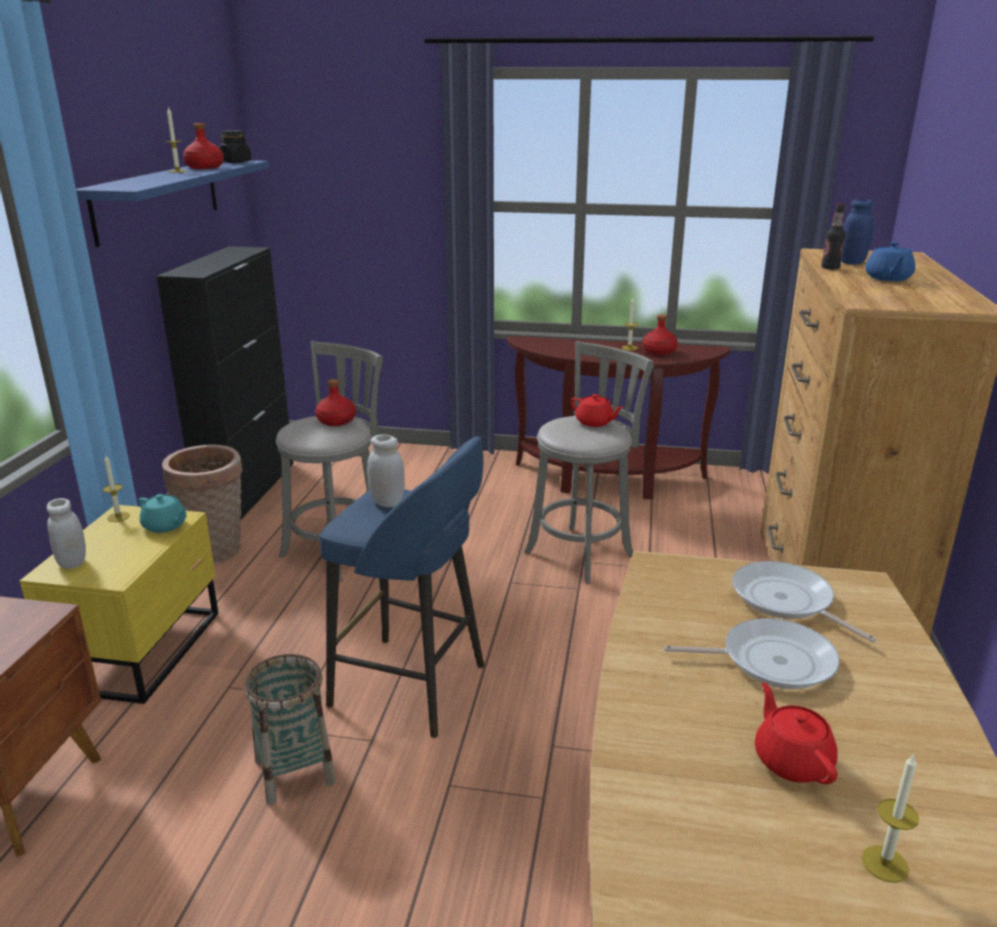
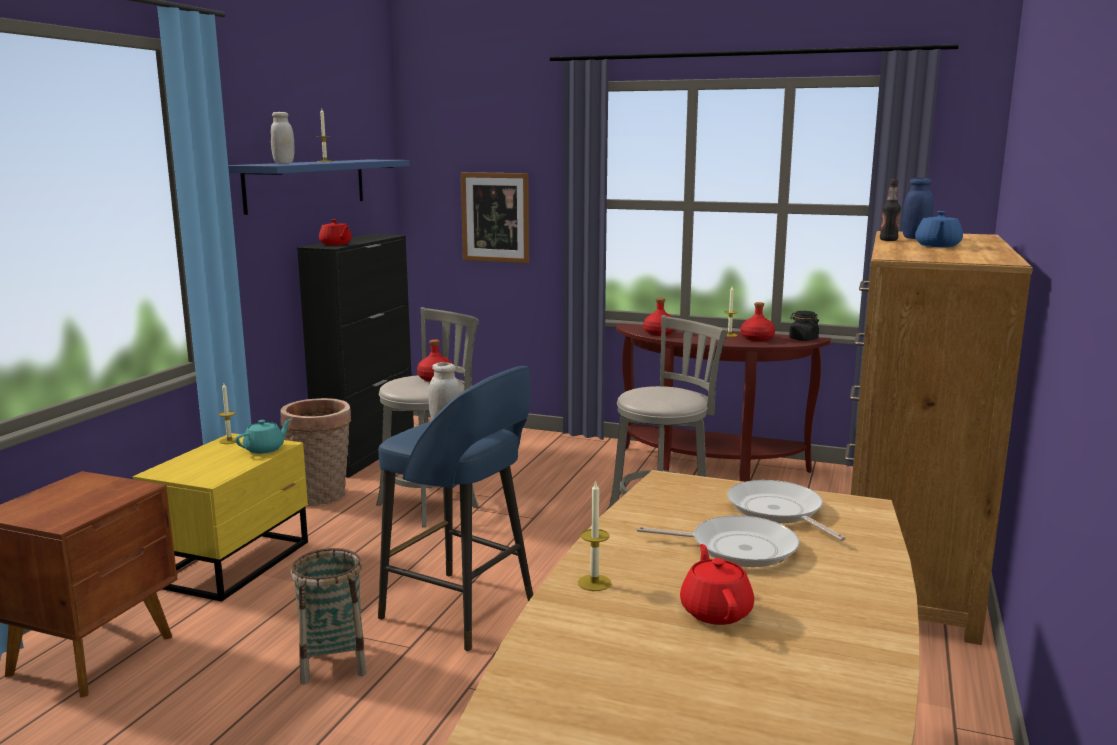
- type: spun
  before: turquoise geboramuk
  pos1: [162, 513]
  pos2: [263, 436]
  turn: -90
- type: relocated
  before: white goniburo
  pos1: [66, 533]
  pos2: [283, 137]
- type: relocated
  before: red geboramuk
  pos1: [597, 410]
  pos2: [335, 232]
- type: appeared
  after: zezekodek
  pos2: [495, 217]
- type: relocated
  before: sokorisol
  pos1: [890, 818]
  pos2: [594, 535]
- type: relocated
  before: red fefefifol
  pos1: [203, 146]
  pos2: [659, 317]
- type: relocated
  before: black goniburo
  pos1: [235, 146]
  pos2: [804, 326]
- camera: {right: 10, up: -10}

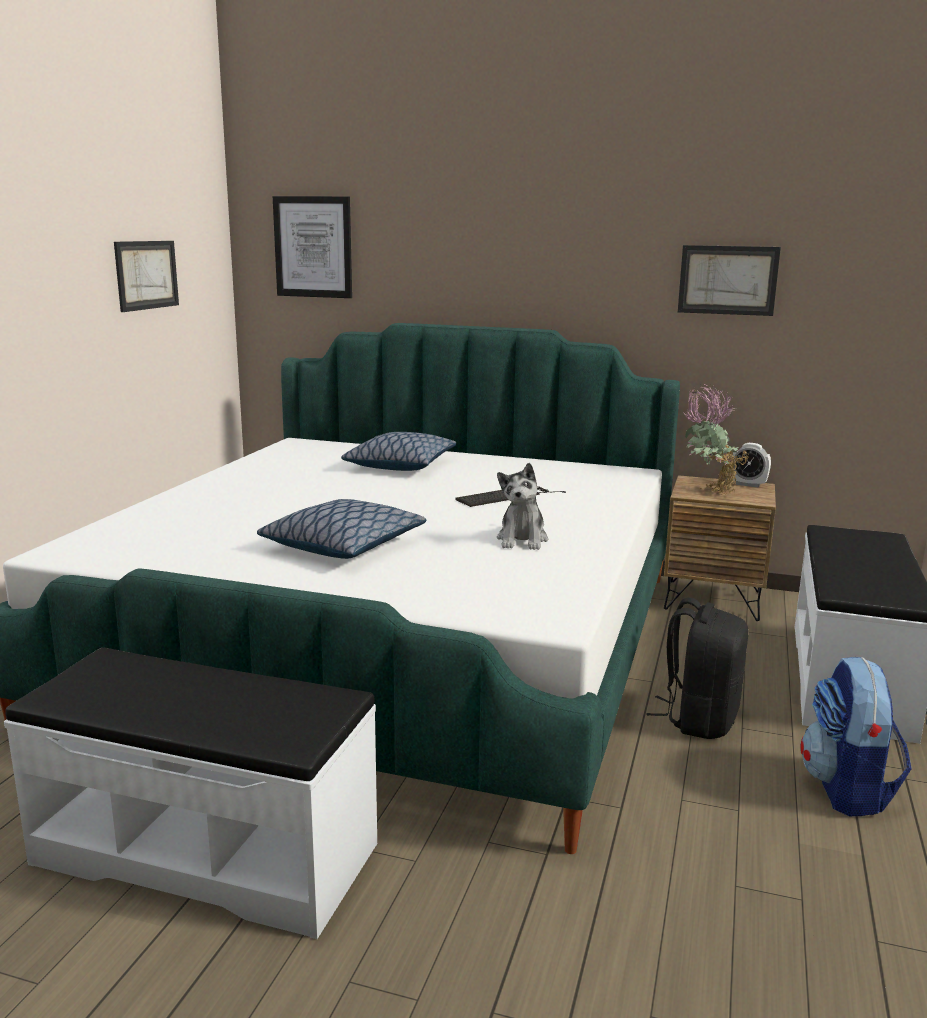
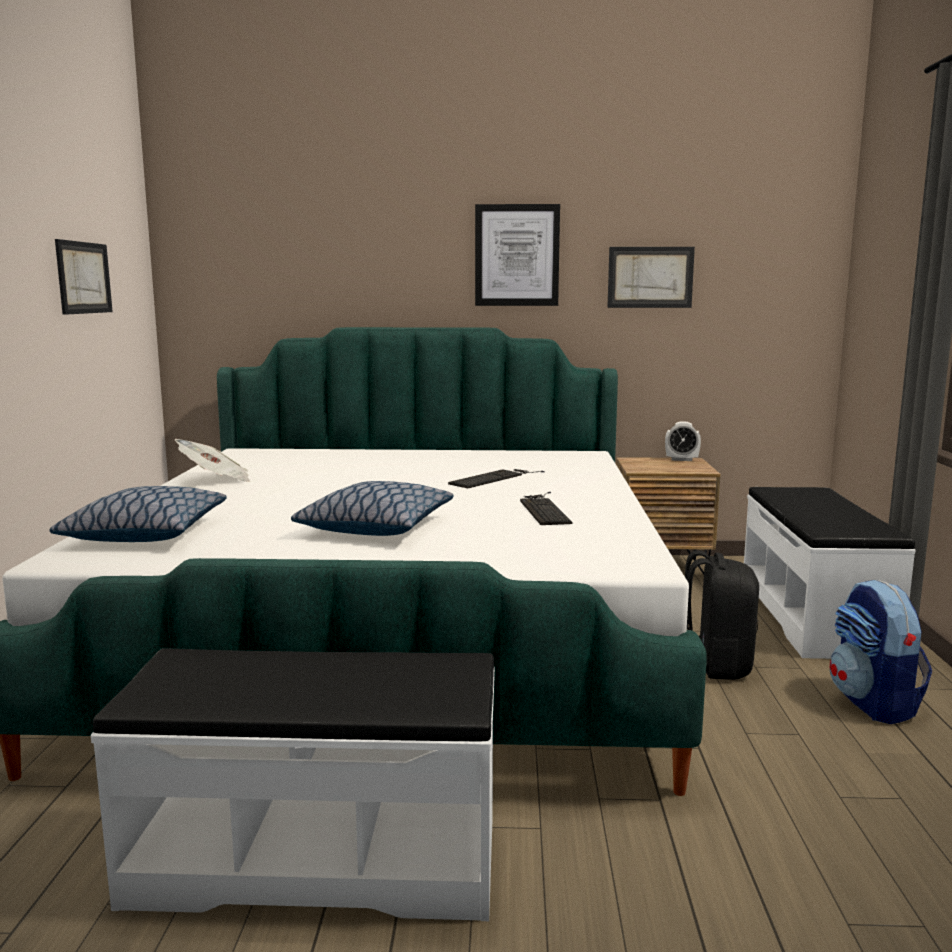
- type: relocated
  before: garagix
  pos1: [398, 451]
  pos2: [138, 514]
- type: appeared
  after: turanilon
  pos2: [212, 460]
- type: relocated
  before: zezekodek
  pos1: [312, 247]
  pos2: [517, 255]
- type: exchanged
  before: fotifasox
  after: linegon
  pos1: [522, 506]
  pos2: [546, 508]
- type: missing
  before: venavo
  pos1: [716, 439]
- camera: {right: -15, up: -5}

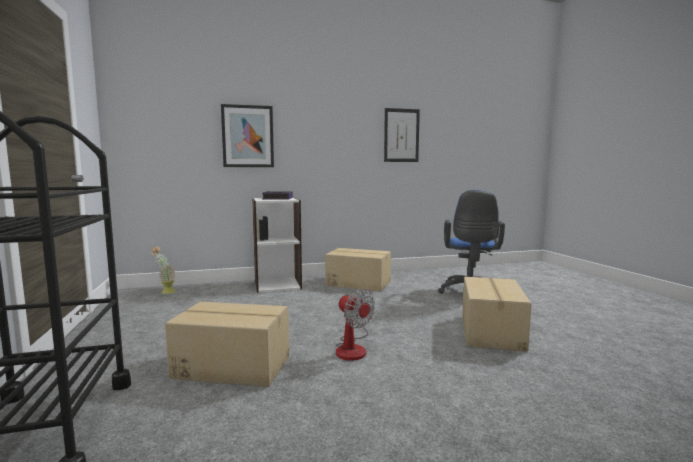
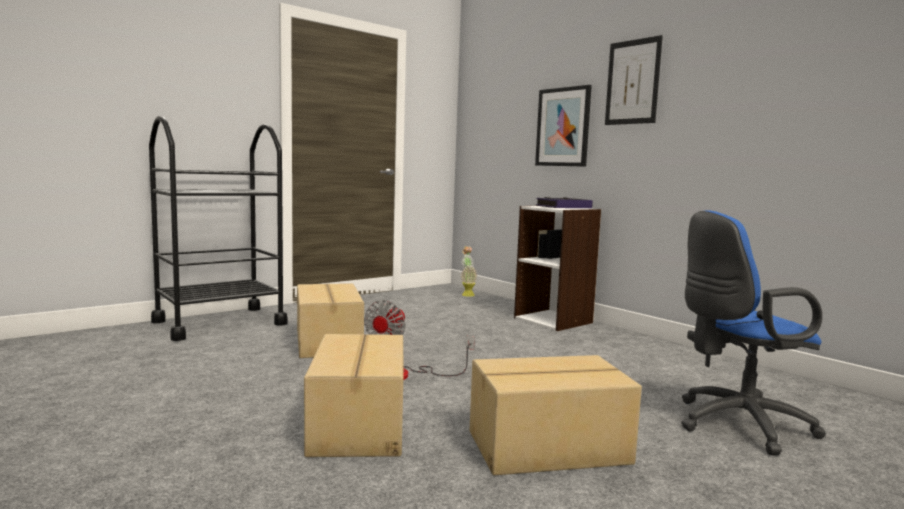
- type: relocated
  before: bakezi
  pos1: [358, 270]
  pos2: [353, 395]
- type: relocated
  before: zezekodek
  pos1: [402, 135]
  pos2: [634, 80]
- camera: {right: 65, up: 0}

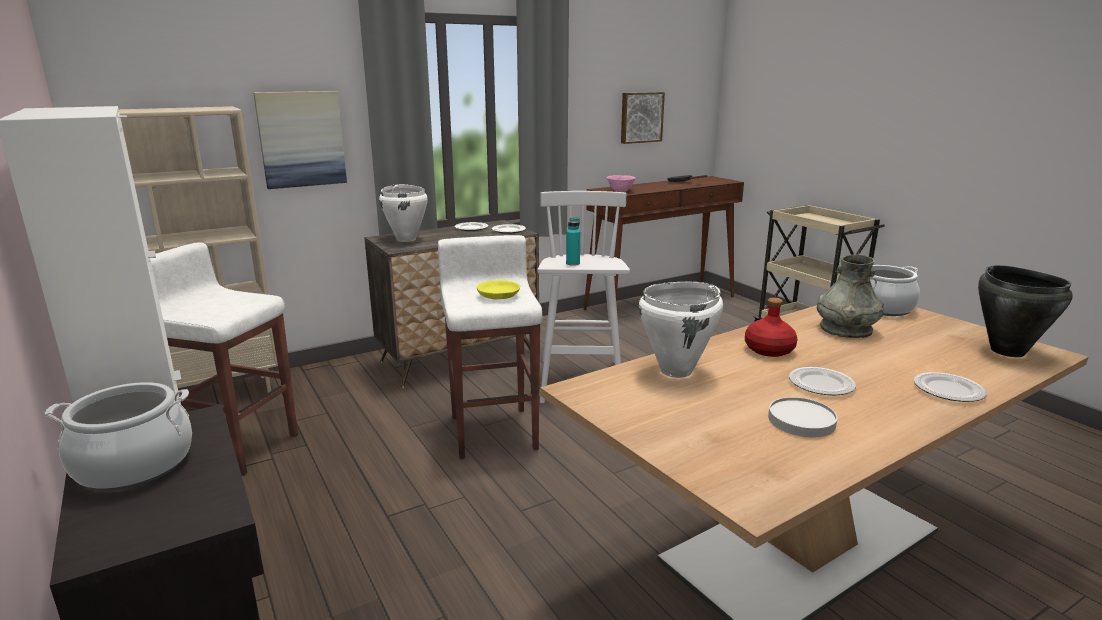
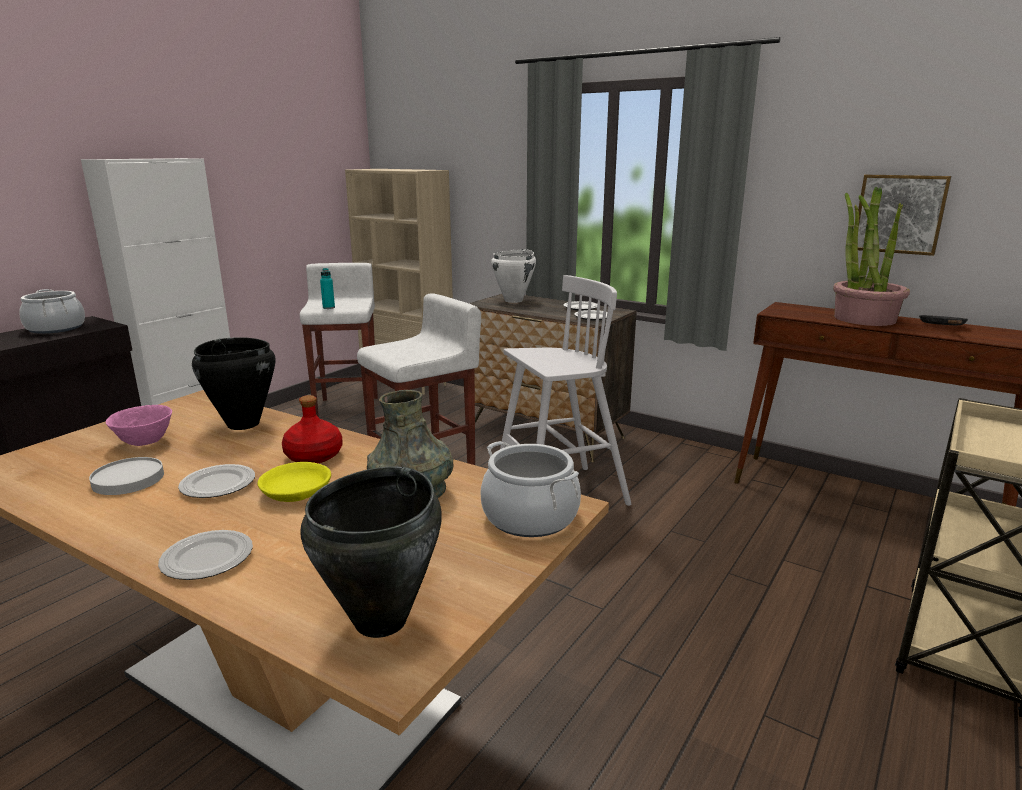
- type: relocated
  before: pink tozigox
  pos1: [621, 183]
  pos2: [139, 425]
- type: colour
  before: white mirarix
  after: black mirarix
  pos1: [681, 330]
  pos2: [234, 383]
- type: relocated
  before: yellow tozigox
  pos1: [498, 289]
  pos2: [294, 482]
- type: relocated
  before: turquoise fefefifol
  pos1: [573, 241]
  pos2: [327, 288]
- type: appeared
  after: venavo
  pos2: [871, 256]
- type: missing
  before: zezekodek
  pos1: [300, 140]
- camera: {right: 65, up: 0}

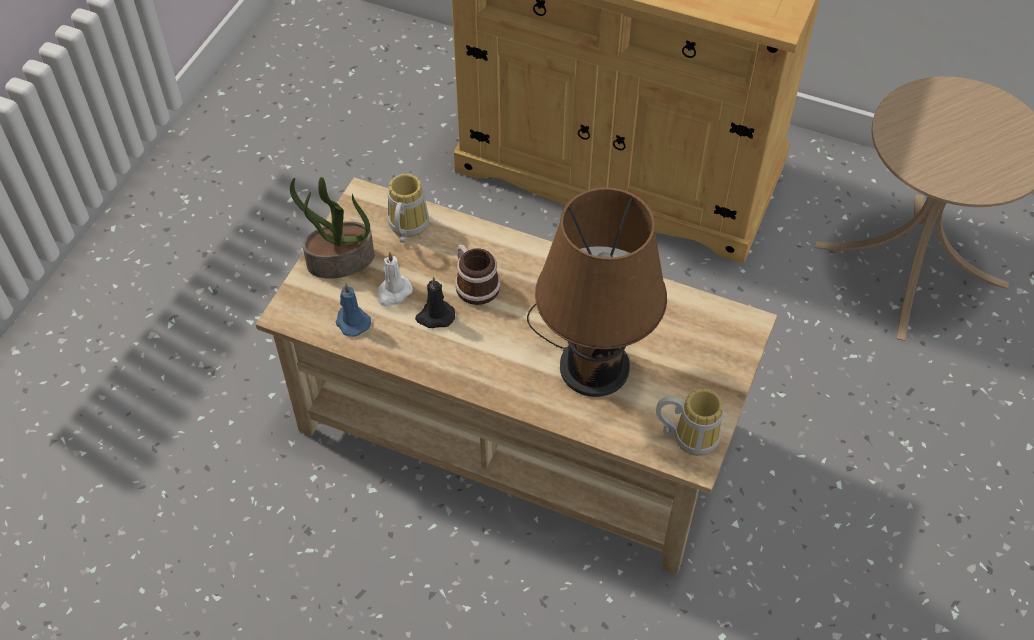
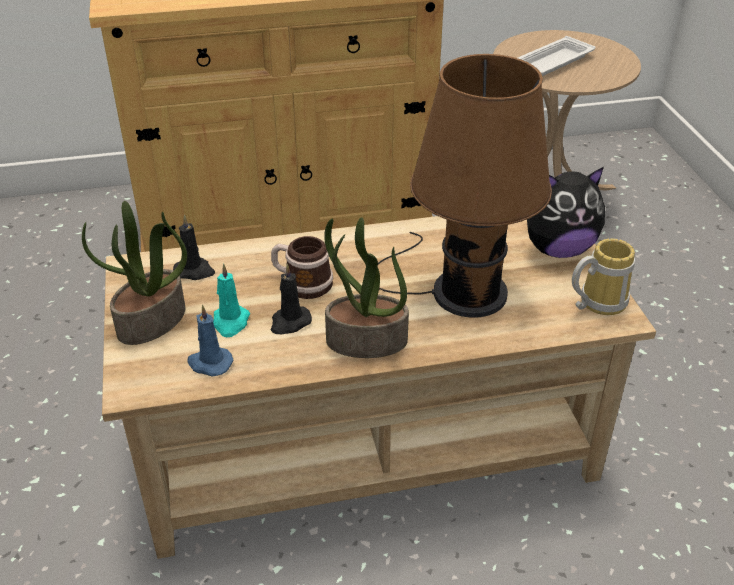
- type: exchanged
  before: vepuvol
  after: black sokorisol
  pos1: [408, 208]
  pos2: [194, 247]
- type: colour
  before: white sokorisol
  after: turquoise sokorisol
  pos1: [395, 278]
  pos2: [231, 300]
- type: appeared
  after: venavo
  pos2: [366, 287]
- type: appeared
  after: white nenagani
  pos2: [556, 56]
- type: appeared
  after: fotifasox
  pos2: [566, 212]
- camera: {right: -35, up: -15}

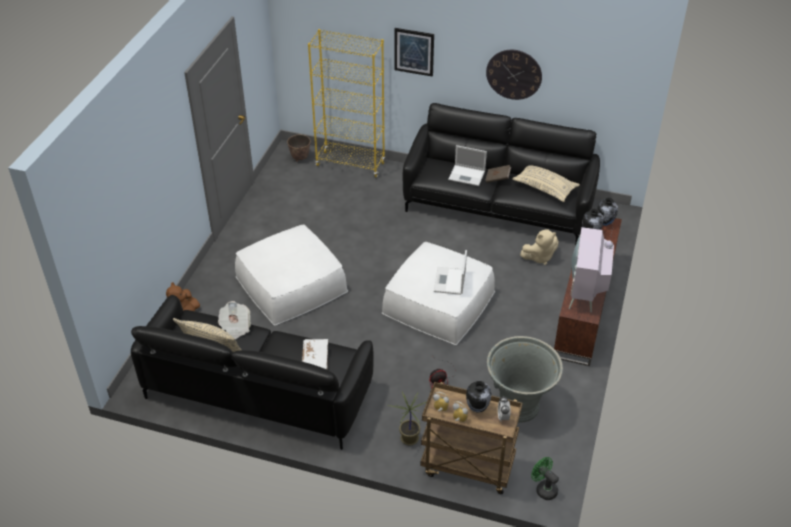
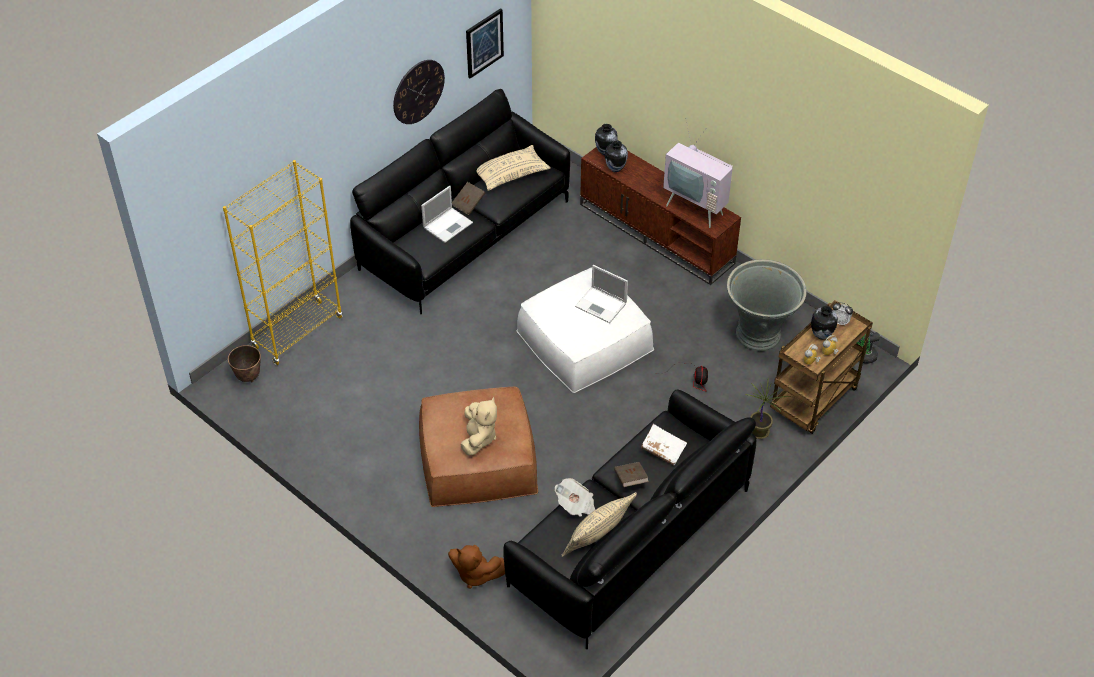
- type: colour
  before: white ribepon
  after: brown ribepon
  pos1: [291, 275]
  pos2: [478, 447]
- type: relocated
  before: beige fotifasox
  pos1: [539, 247]
  pos2: [479, 426]
- type: relocated
  before: zezekodek
  pos1: [414, 52]
  pos2: [485, 43]
- type: appeared
  after: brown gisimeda
  pos2: [631, 474]
- camera: {right: -65, up: 5}

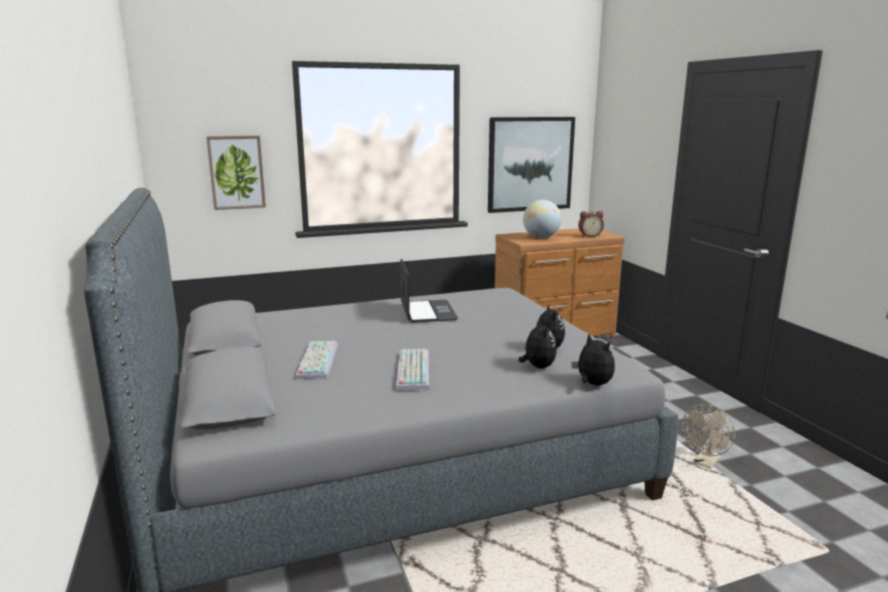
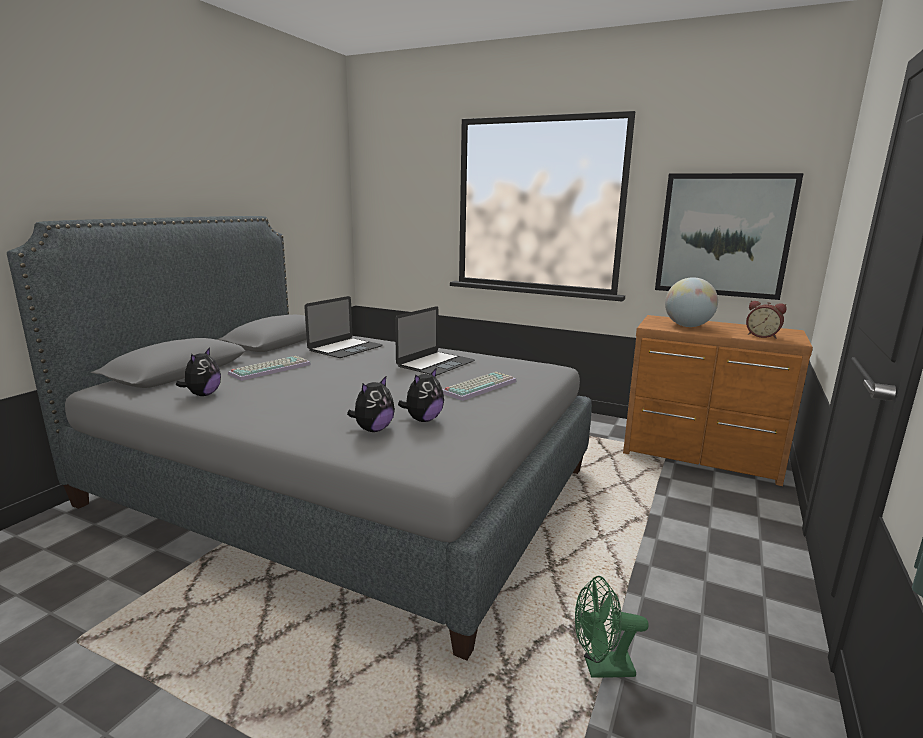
- type: relocated
  before: fotifasox
  pos1: [593, 360]
  pos2: [198, 371]
- type: appeared
  after: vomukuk
  pos2: [344, 327]
- type: relocated
  before: linegon
  pos1: [412, 369]
  pos2: [479, 386]
- type: colour
  before: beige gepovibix
  after: green gepovibix
  pos1: [708, 436]
  pos2: [612, 627]
- type: missing
  before: zezekodek
  pos1: [236, 173]
- camera: {right: 45, up: 0}

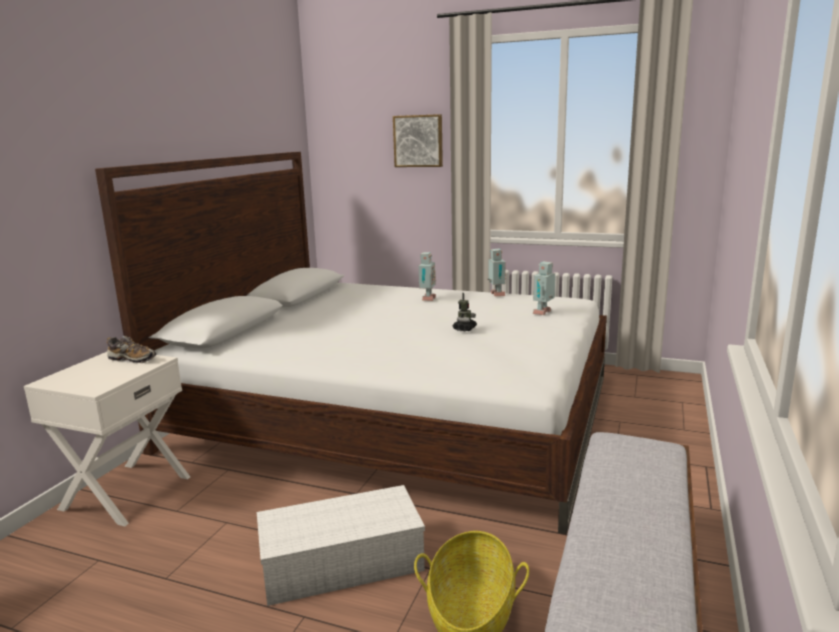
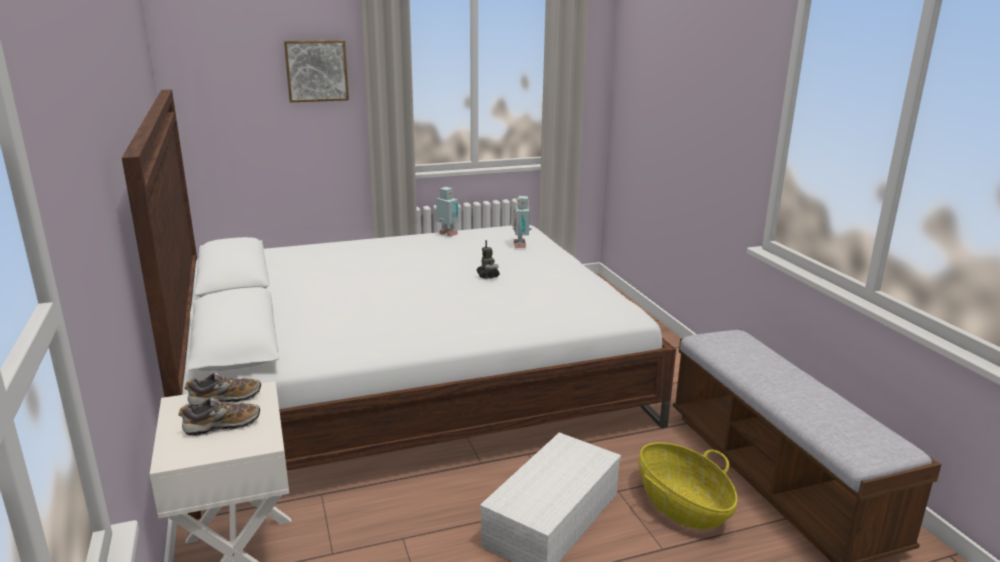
- type: appeared
  after: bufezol
  pos2: [219, 416]
- type: missing
  before: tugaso
  pos1: [428, 276]
- camera: {right: -40, up: 5}

